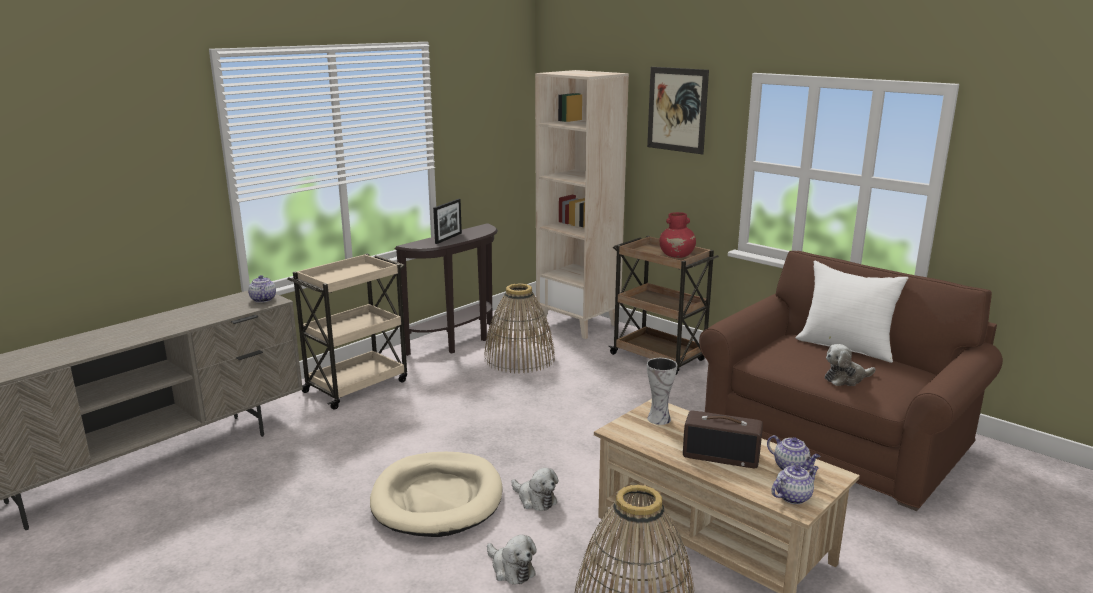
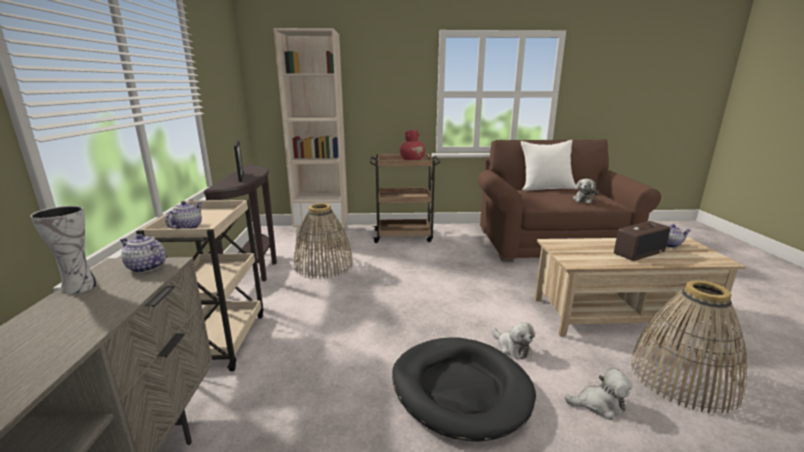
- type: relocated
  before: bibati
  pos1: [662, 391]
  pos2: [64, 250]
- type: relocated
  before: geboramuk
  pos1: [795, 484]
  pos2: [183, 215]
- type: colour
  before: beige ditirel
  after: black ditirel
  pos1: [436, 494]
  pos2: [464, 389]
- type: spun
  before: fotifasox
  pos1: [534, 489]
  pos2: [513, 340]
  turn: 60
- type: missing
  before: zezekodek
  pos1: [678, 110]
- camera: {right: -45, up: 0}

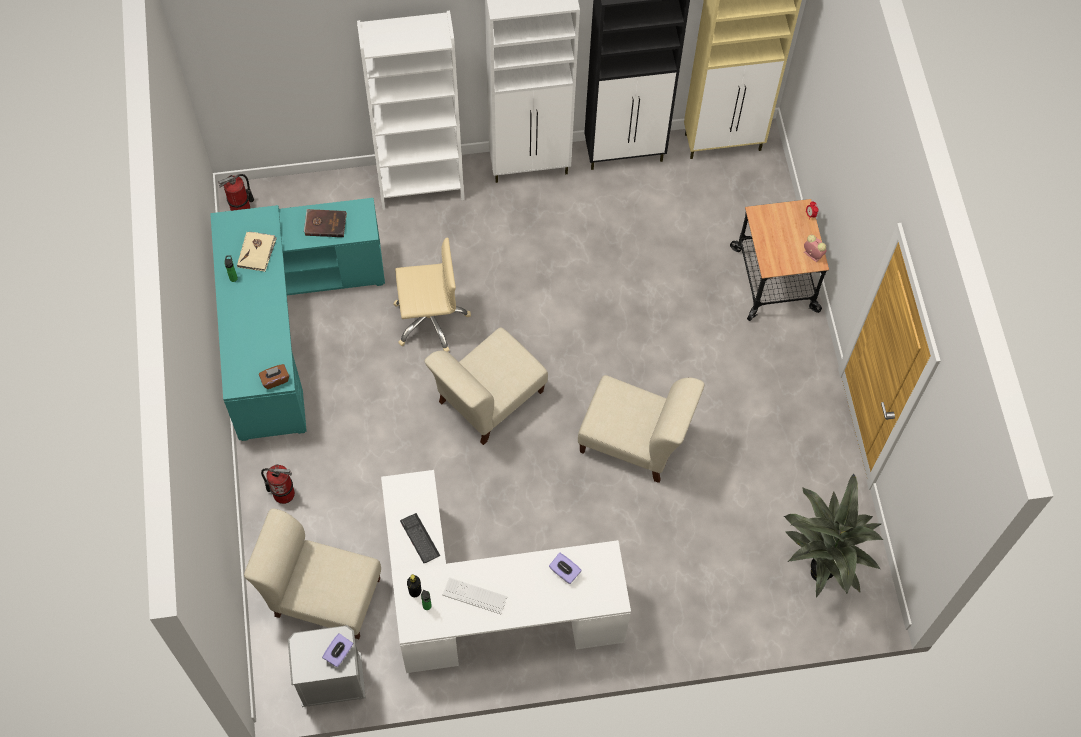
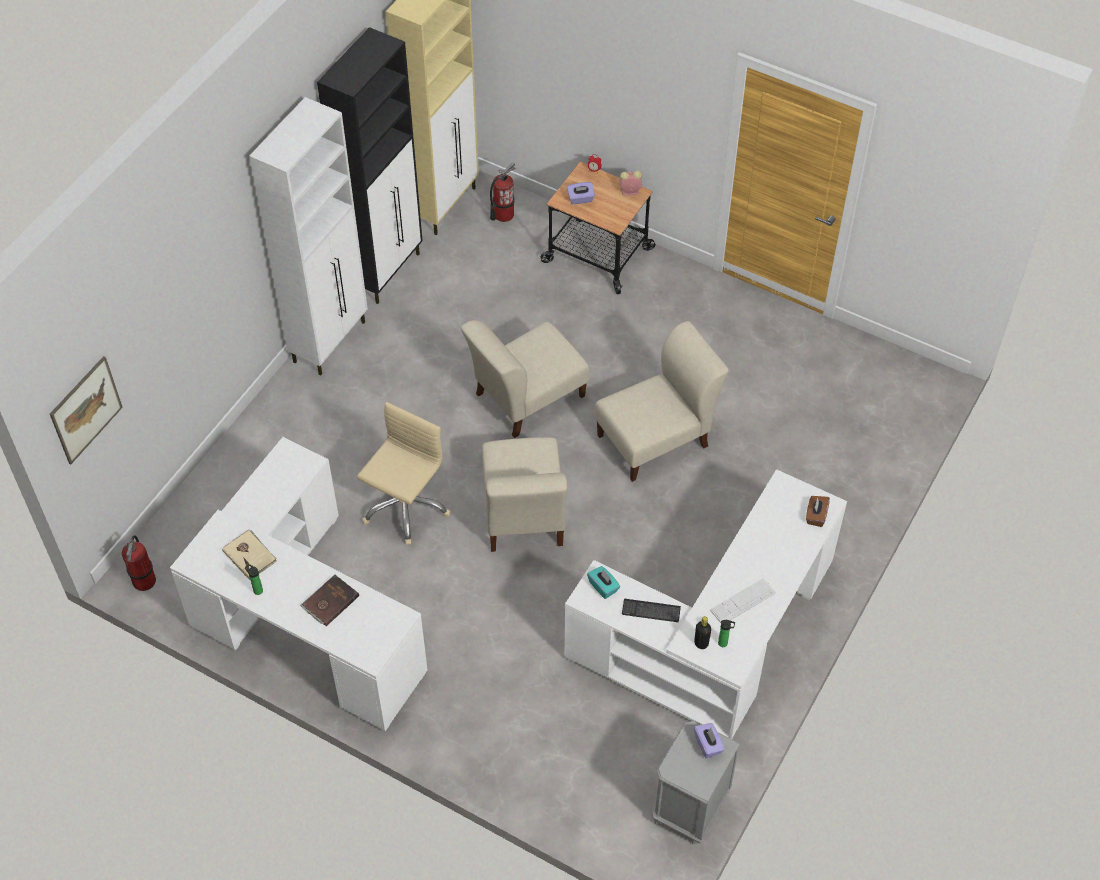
- type: appeared
  after: zezekodek
  pos2: [86, 410]
- type: colour
  before: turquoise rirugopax
  after: white rirugopax
  pos1: [297, 319]
  pos2: [298, 584]
- type: relocated
  before: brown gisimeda
  pos1: [325, 223]
  pos2: [329, 600]
- type: relocated
  before: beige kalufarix
  pos1: [312, 573]
  pos2: [525, 379]
- type: relocated
  before: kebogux
  pos1: [278, 484]
  pos2: [503, 192]
- type: relocated
  before: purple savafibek
  pos1: [565, 568]
  pos2: [581, 193]
- type: appeared
  after: turquoise savafibek
  pos2: [603, 582]
- type: relocated
  before: brown savafibek
  pos1: [274, 376]
  pos2: [818, 511]
- type: missing
  before: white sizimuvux
  pos1: [410, 110]
- type: missing
  before: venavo
  pos1: [833, 536]
- camera: {right: -50, up: -10}

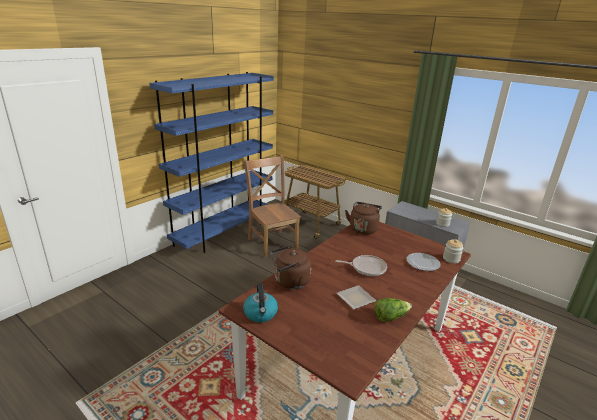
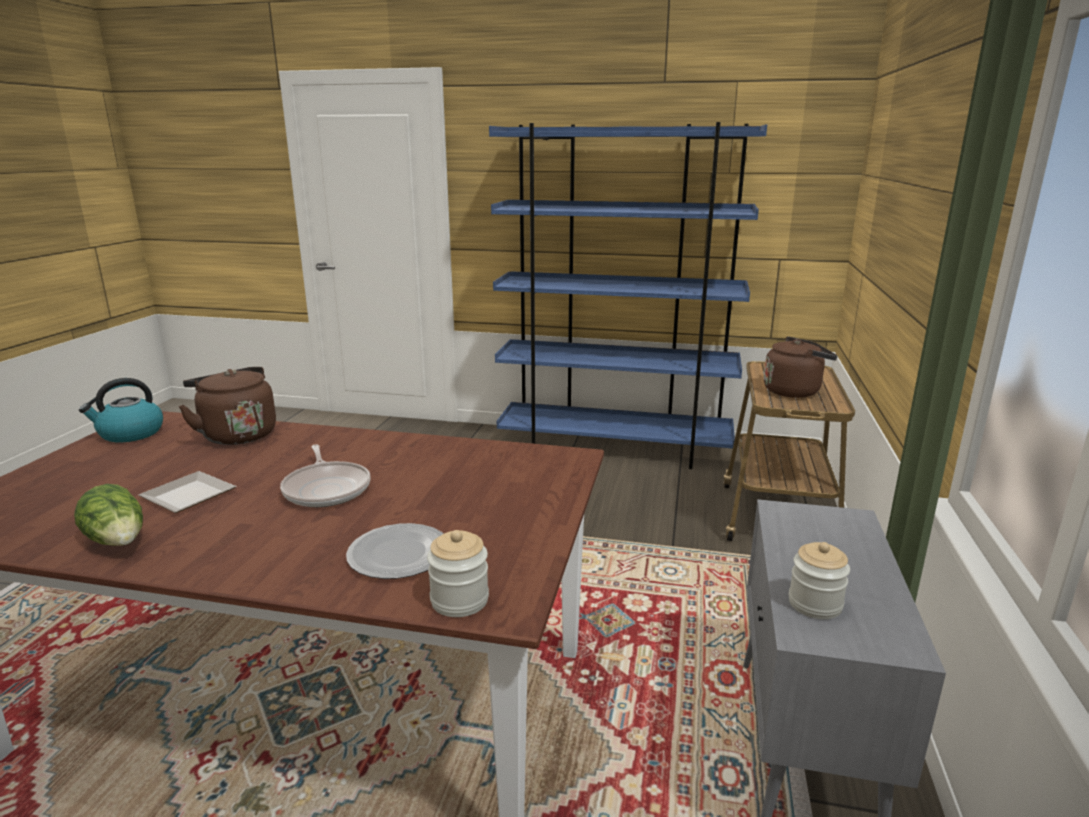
- type: relocated
  before: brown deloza
  pos1: [363, 218]
  pos2: [801, 367]
- type: missing
  before: brown kalufarix
  pos1: [272, 206]
- camera: {right: 65, up: -5}

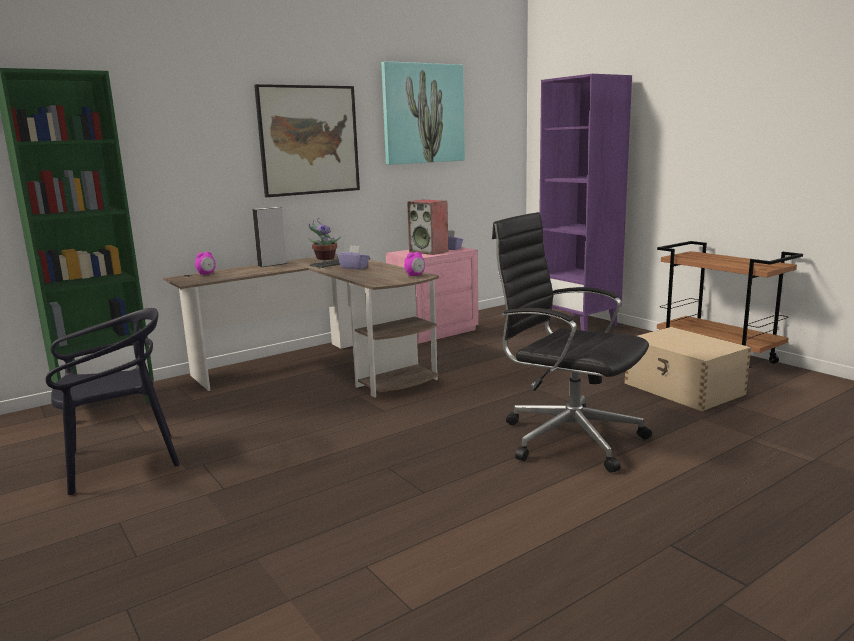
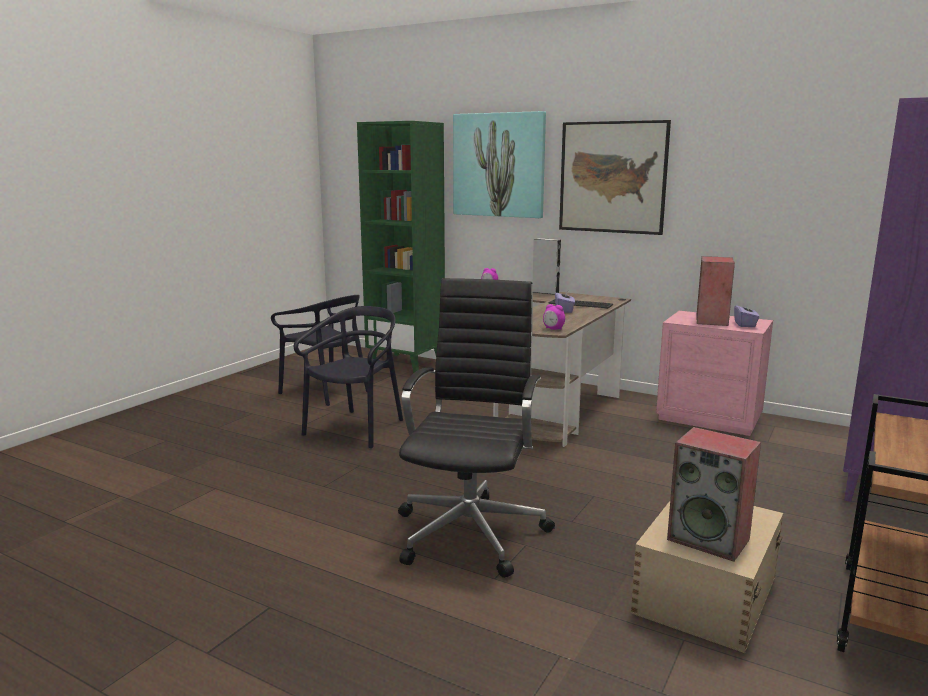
- type: appeared
  after: black kalufarix
  pos2: [348, 377]
- type: relocated
  before: zezekodek
  pos1: [423, 113]
  pos2: [499, 164]
- type: appeared
  after: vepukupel
  pos2: [714, 494]
- type: missing
  before: venavo
  pos1: [324, 239]
- camera: {right: 65, up: 0}

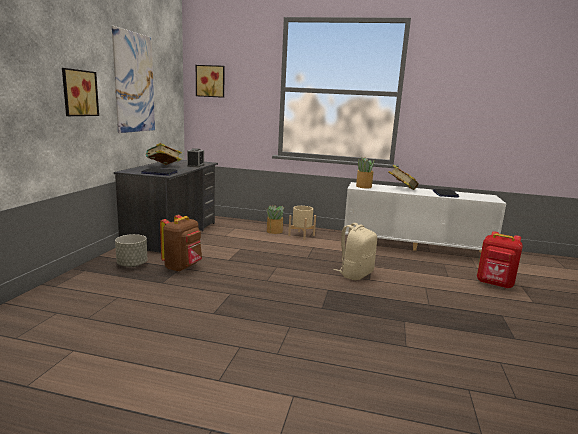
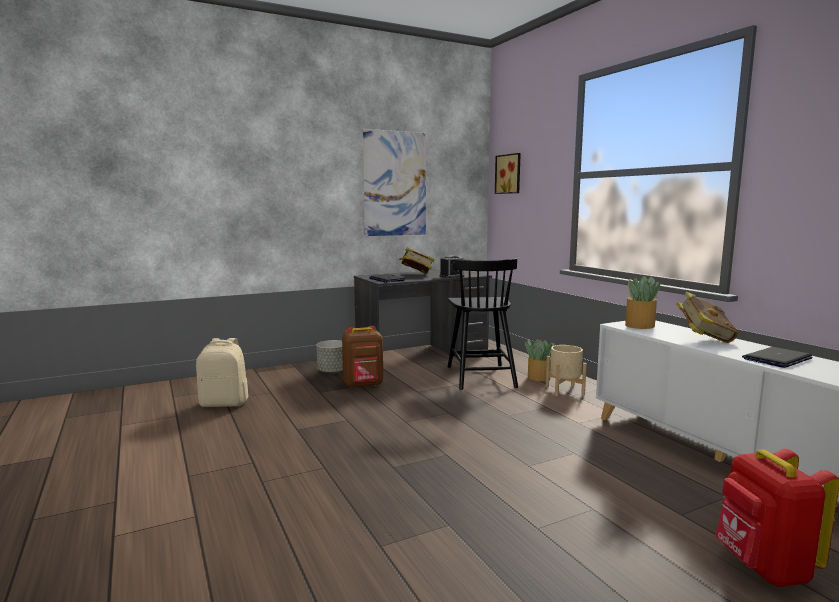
- type: relocated
  before: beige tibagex
  pos1: [355, 251]
  pos2: [222, 372]
- type: appeared
  after: black kalufarix
  pos2: [483, 324]
- type: missing
  before: zezekodek
  pos1: [80, 92]
- camera: {right: 50, up: -5}

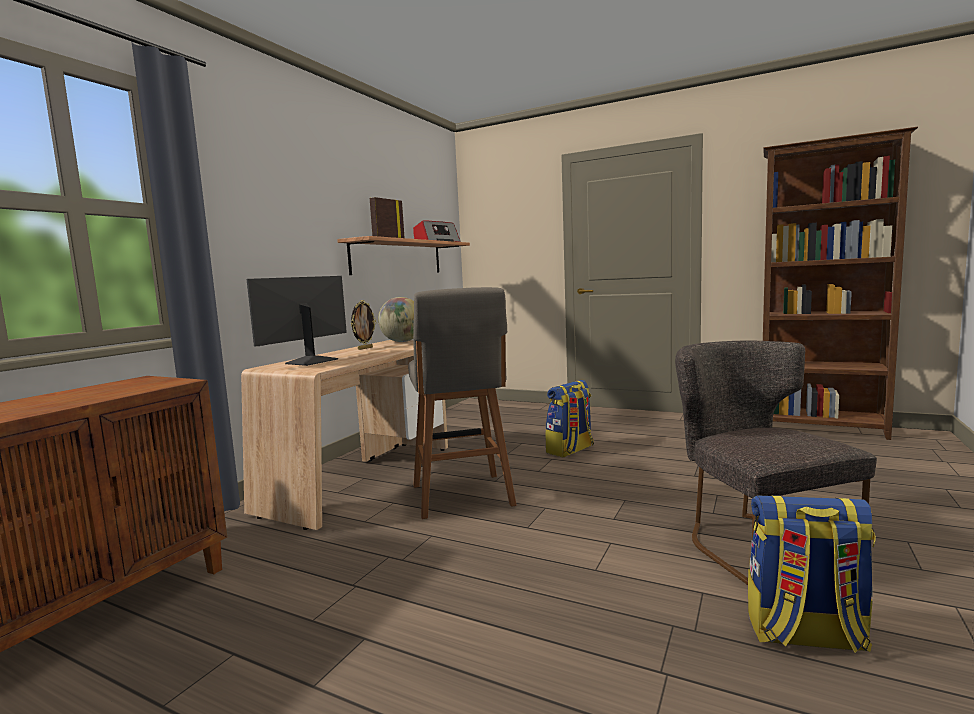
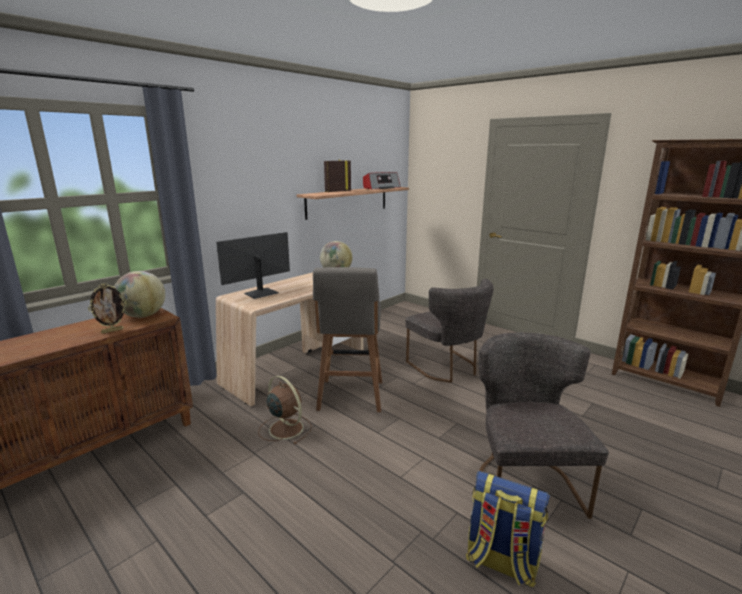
- type: relocated
  before: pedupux
  pos1: [364, 325]
  pos2: [107, 308]
- type: appeared
  after: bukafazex
  pos2: [140, 294]
- type: appeared
  after: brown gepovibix
  pos2: [285, 410]
- type: exchanged
  before: tibagex
  after: grey kalufarix
  pos1: [569, 419]
  pos2: [449, 331]
- camera: {right: 15, up: 10}

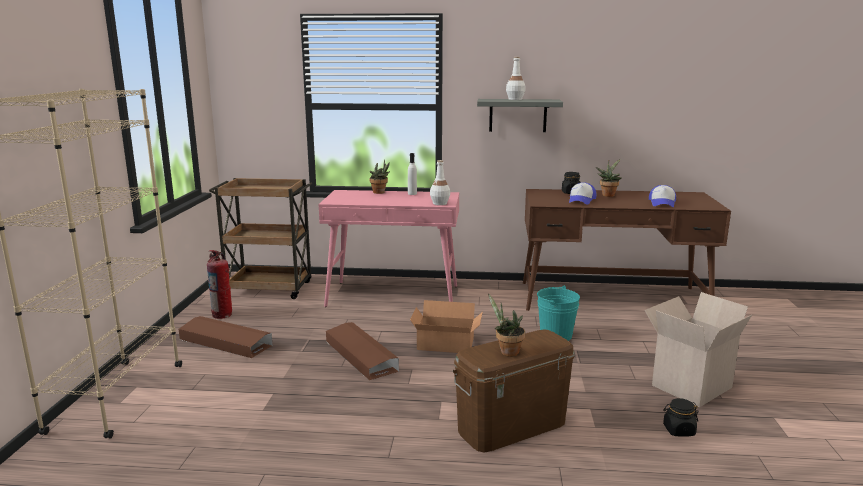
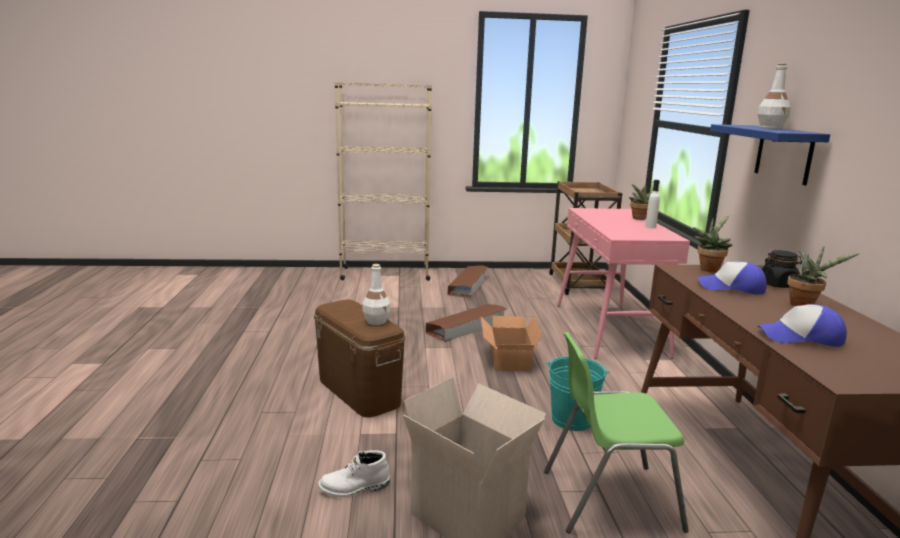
- type: exchanged
  before: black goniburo
  after: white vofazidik
  pos1: [681, 417]
  pos2: [354, 473]
- type: relocated
  before: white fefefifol
  pos1: [440, 182]
  pos2: [376, 294]
- type: appeared
  after: green kalufarix
  pos2: [616, 433]
- type: relocated
  before: venavo
  pos1: [506, 325]
  pos2: [712, 243]
- type: colour
  before: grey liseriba
  after: blue liseriba
  pos1: [520, 115]
  pos2: [770, 155]
- type: missing
  before: kebogux
  pos1: [219, 284]
- camera: {right: 80, up: 0}

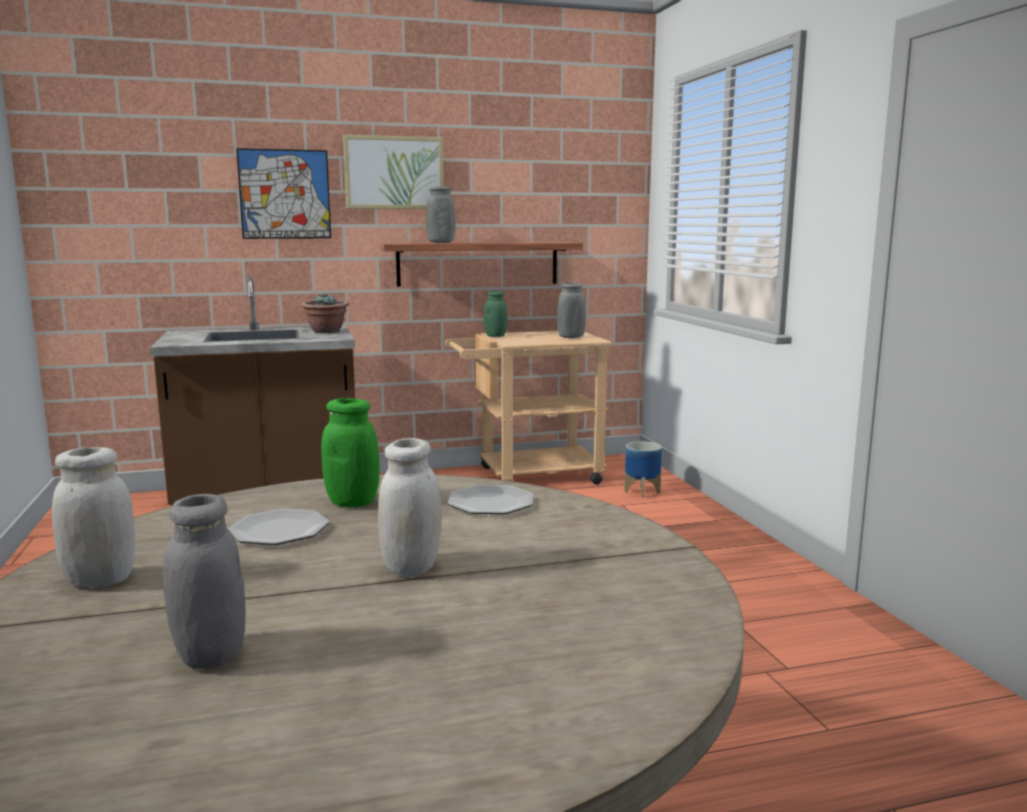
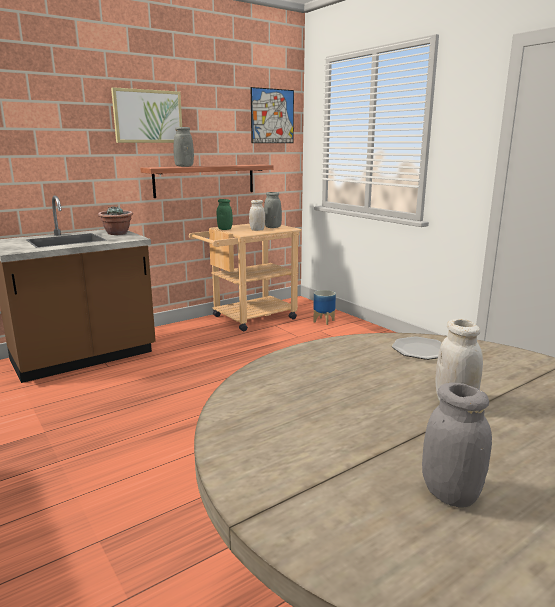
- type: relocated
  before: white goniburo
  pos1: [93, 517]
  pos2: [257, 215]
- type: relocated
  before: zezekodek
  pos1: [283, 193]
  pos2: [272, 115]
- type: missing
  before: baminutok
  pos1: [278, 526]
- type: missing
  before: green goniburo
  pos1: [350, 453]
- camera: {right: -20, up: 5}

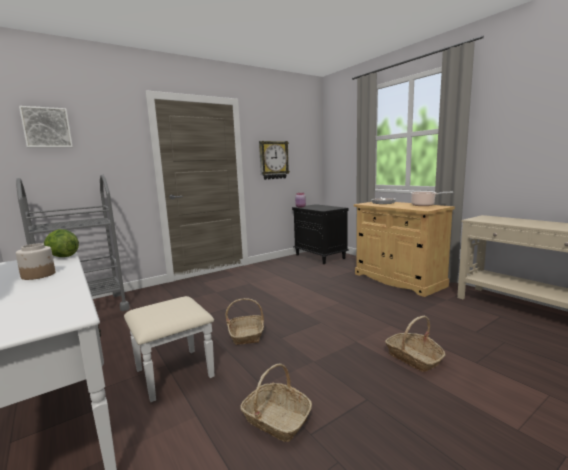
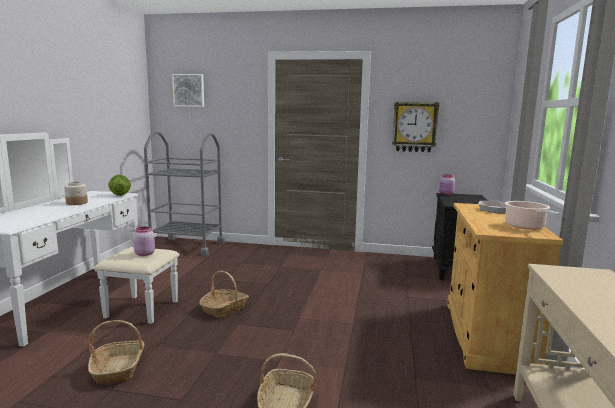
- type: appeared
  after: pink goniburo
  pos2: [144, 241]
- camera: {right: 45, up: 0}

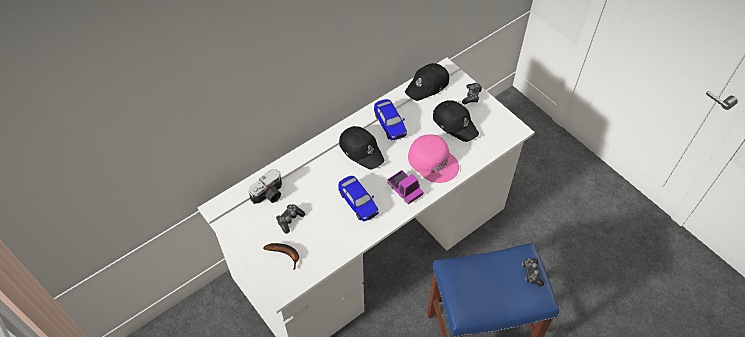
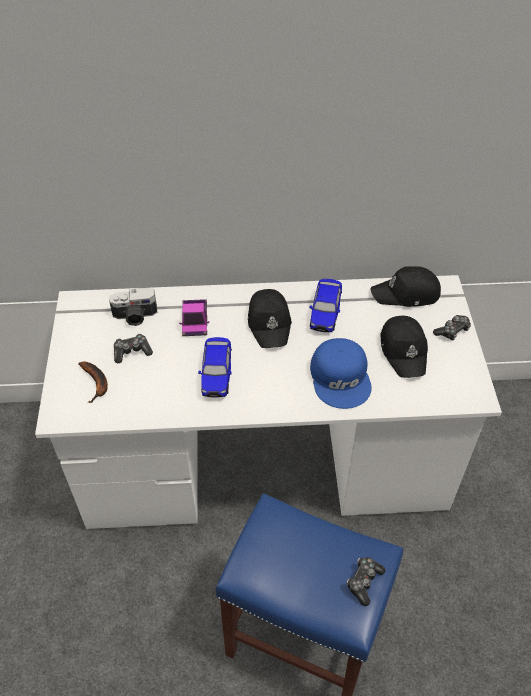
- type: relocated
  before: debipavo
  pos1: [405, 187]
  pos2: [194, 317]
- type: colour
  before: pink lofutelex
  after: blue lofutelex
  pos1: [433, 158]
  pos2: [341, 373]
- camera: {right: 35, up: -5}

